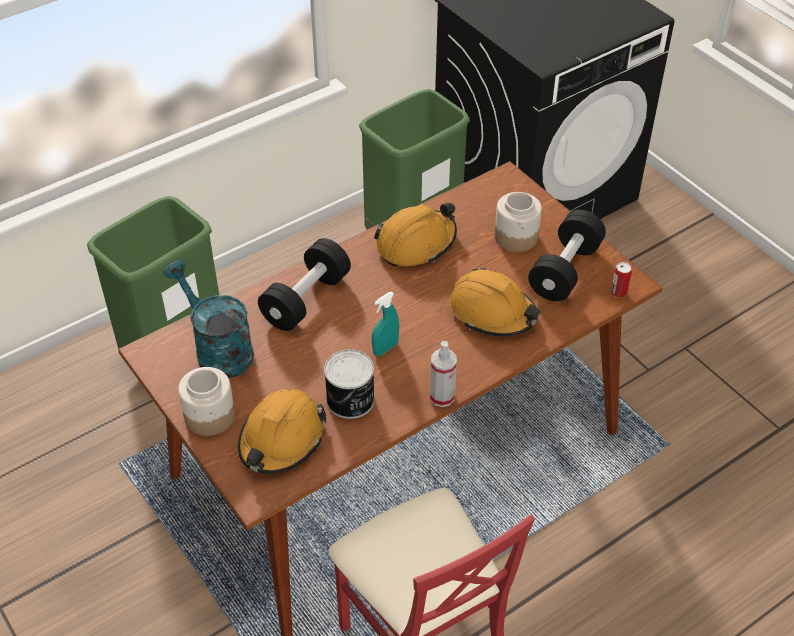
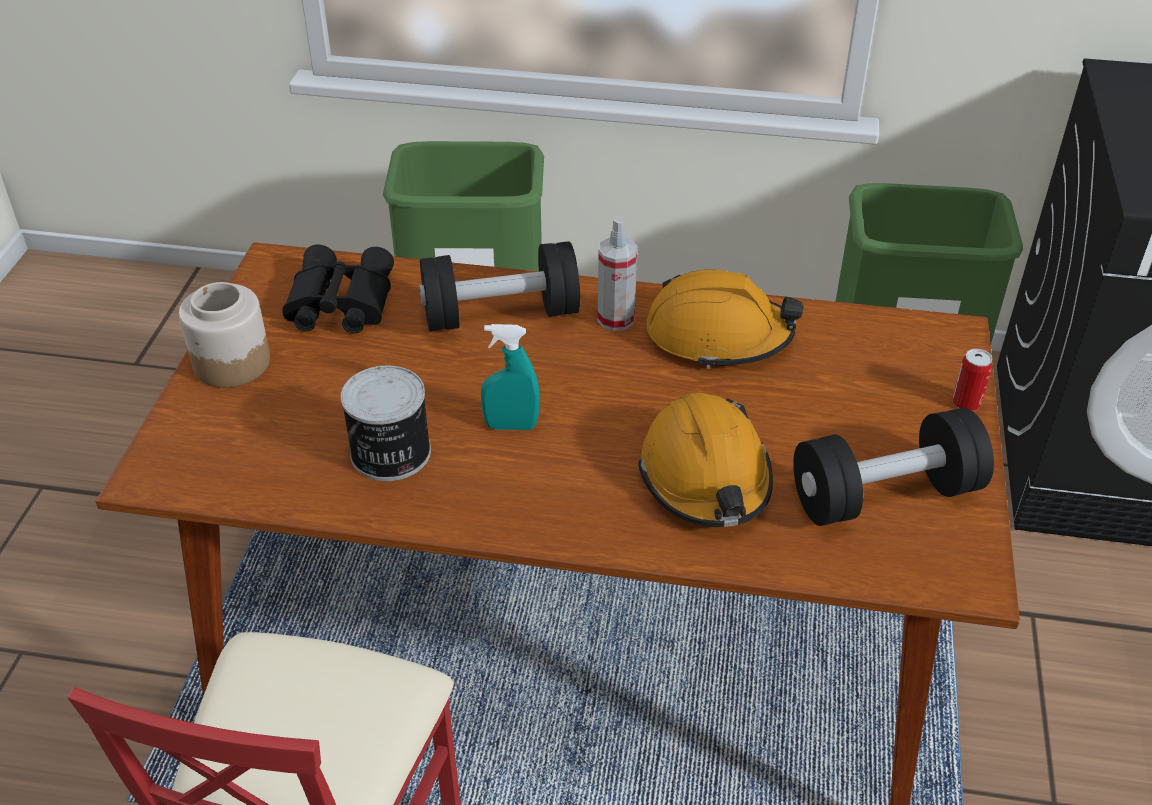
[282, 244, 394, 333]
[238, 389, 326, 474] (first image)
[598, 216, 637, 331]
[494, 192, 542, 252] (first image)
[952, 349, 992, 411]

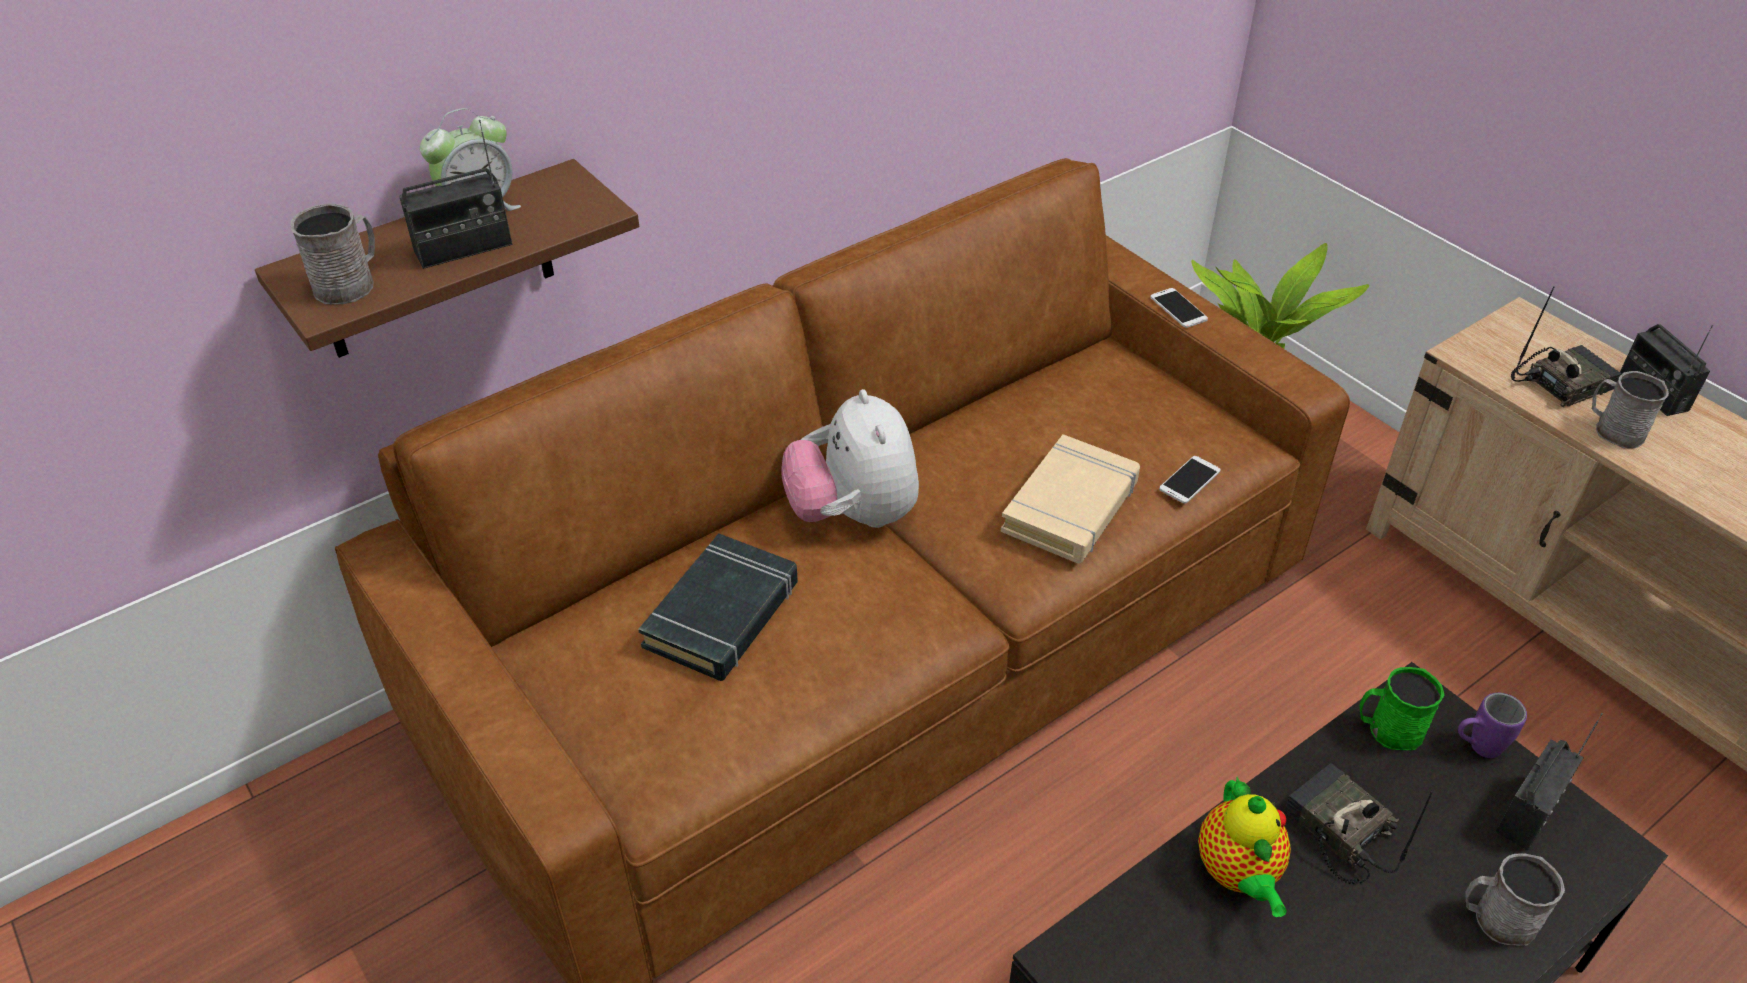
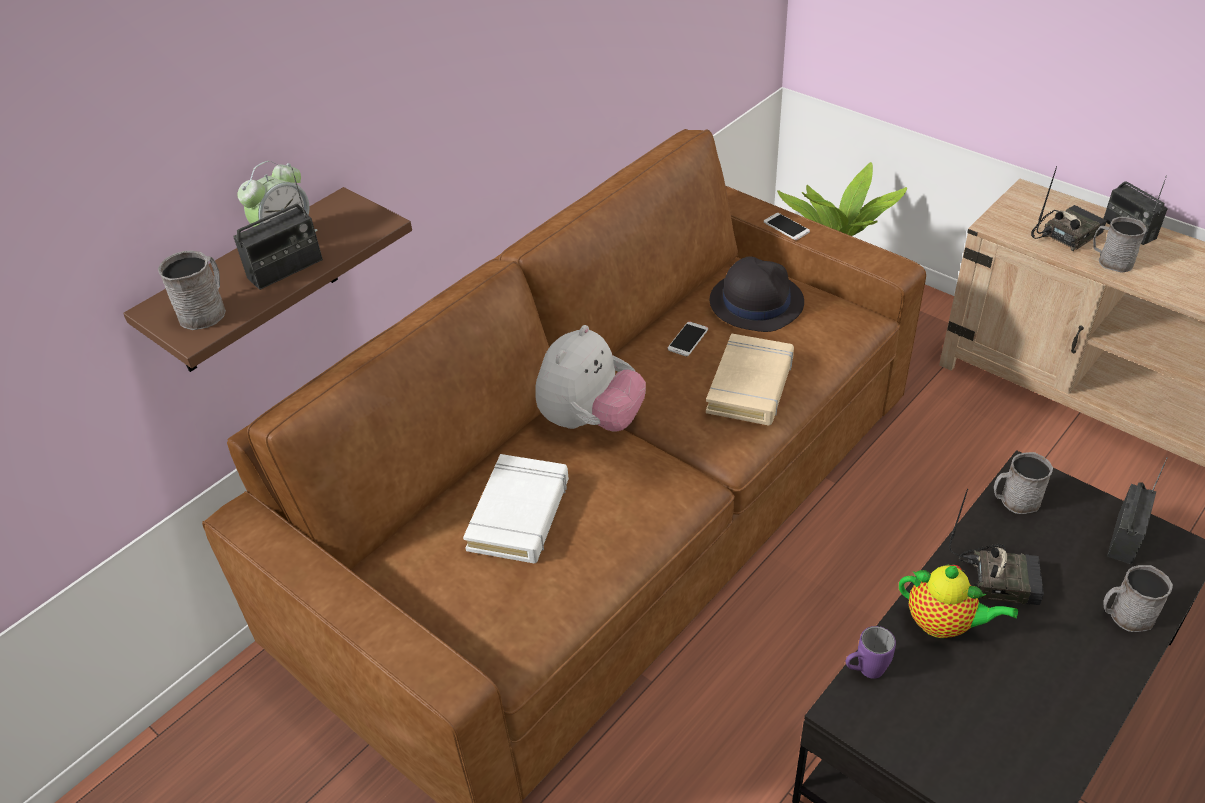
[463, 454, 569, 563]
[535, 325, 646, 432]
[667, 322, 708, 356]
[899, 564, 1018, 638]
[949, 489, 1044, 605]
[994, 452, 1053, 514]
[846, 626, 896, 679]
[710, 256, 804, 332]

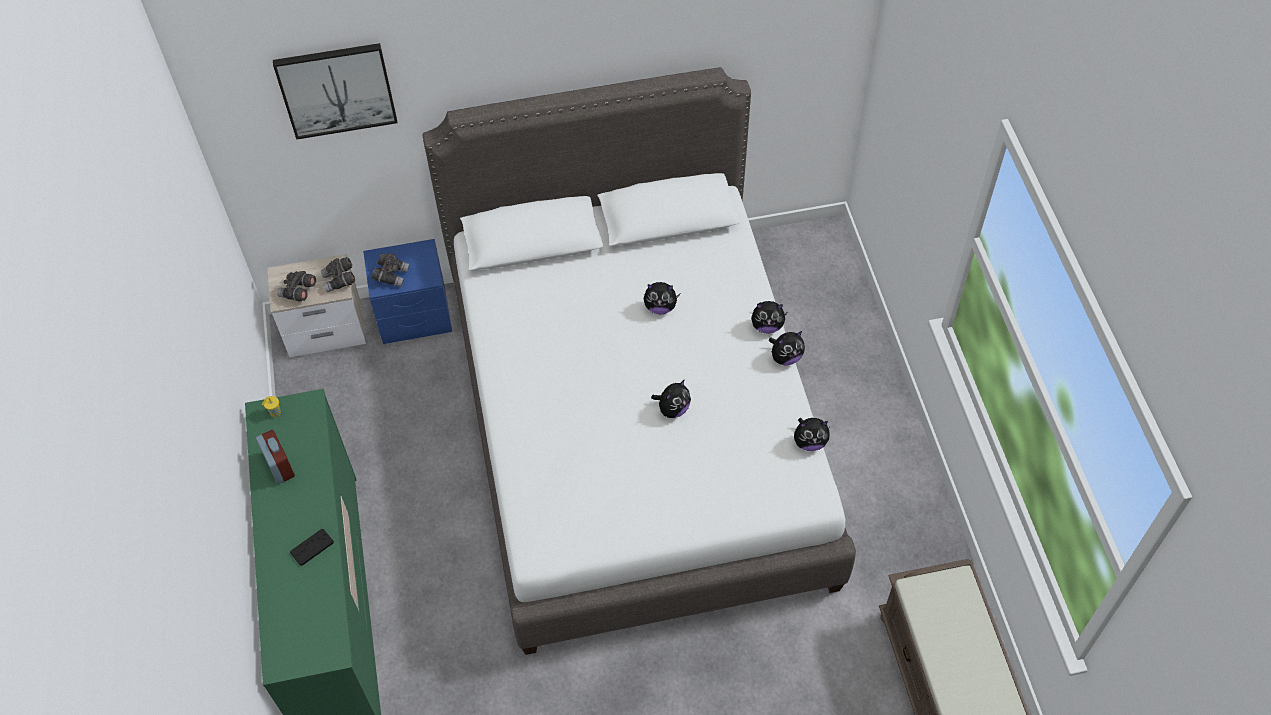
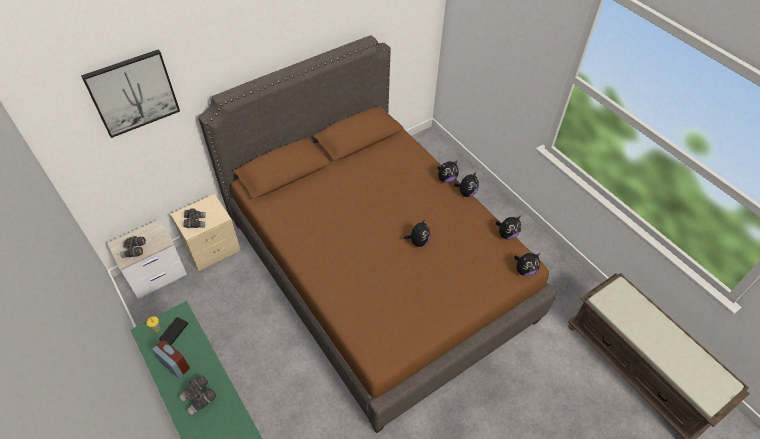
[159, 317, 188, 345]
[179, 376, 216, 415]
[171, 194, 240, 271]
[198, 35, 557, 433]
[514, 253, 540, 276]

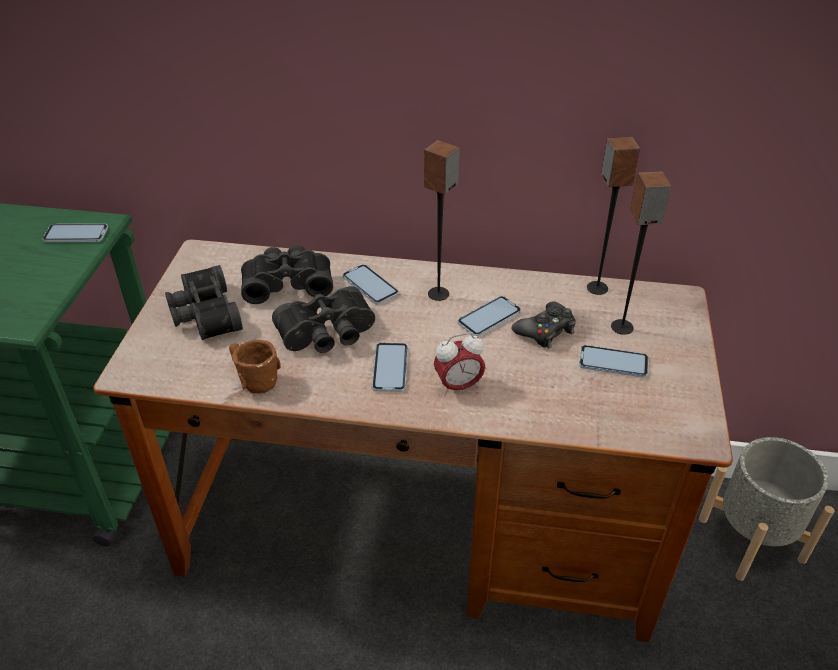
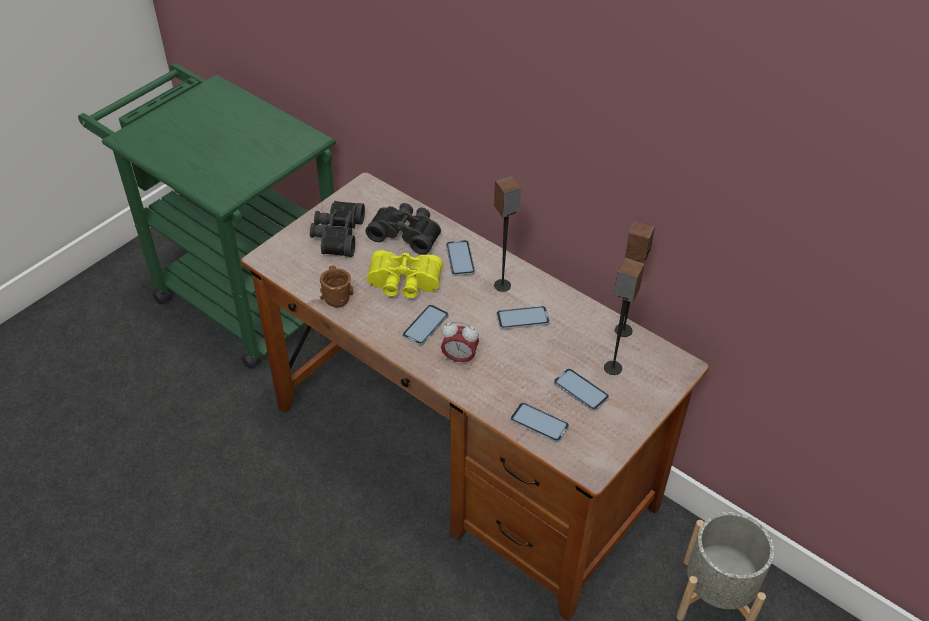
[510, 402, 569, 443]
[367, 250, 443, 298]
[512, 301, 576, 348] (first image)

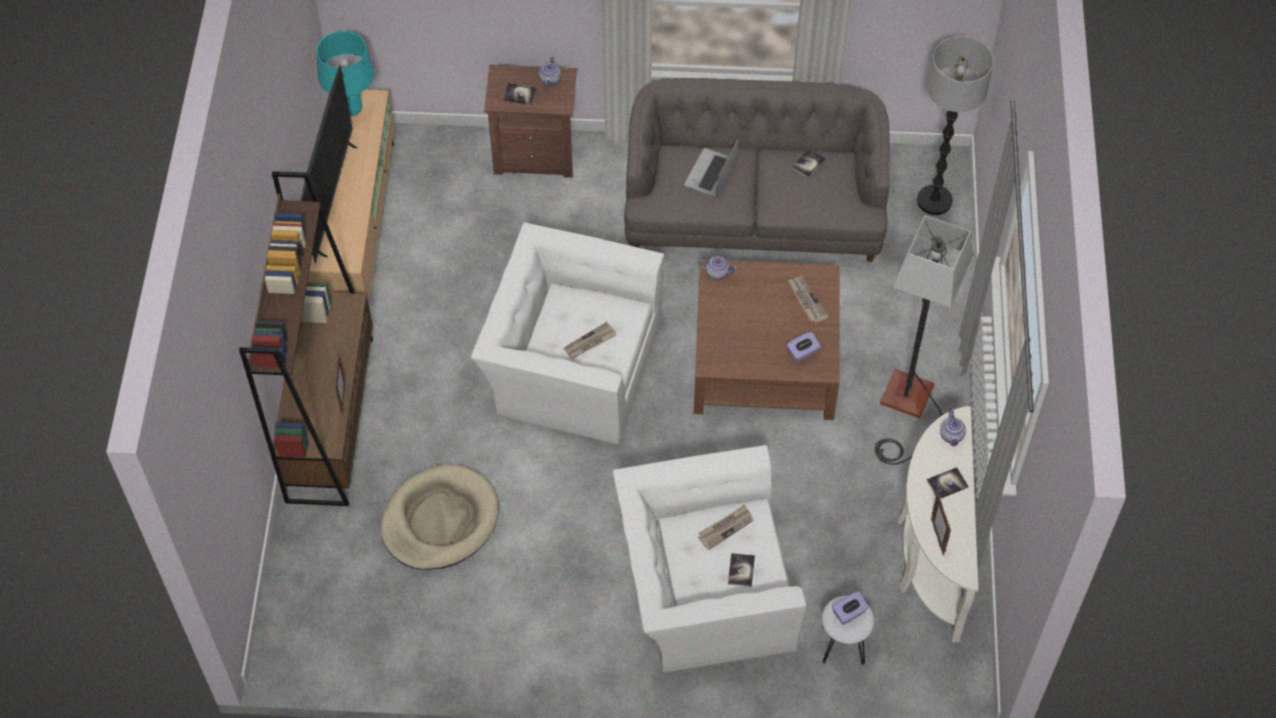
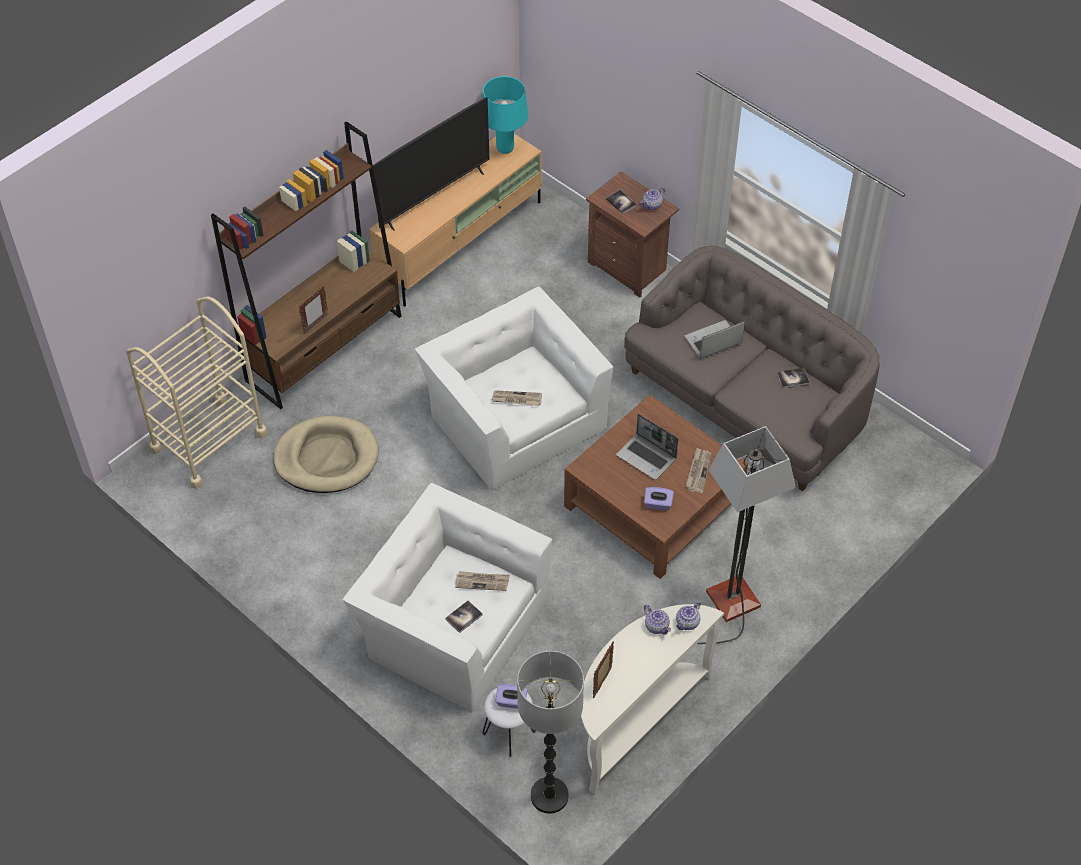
[644, 605, 671, 635]
[517, 651, 584, 814]
[927, 467, 969, 499] (first image)
[126, 296, 268, 489]
[616, 414, 678, 480]

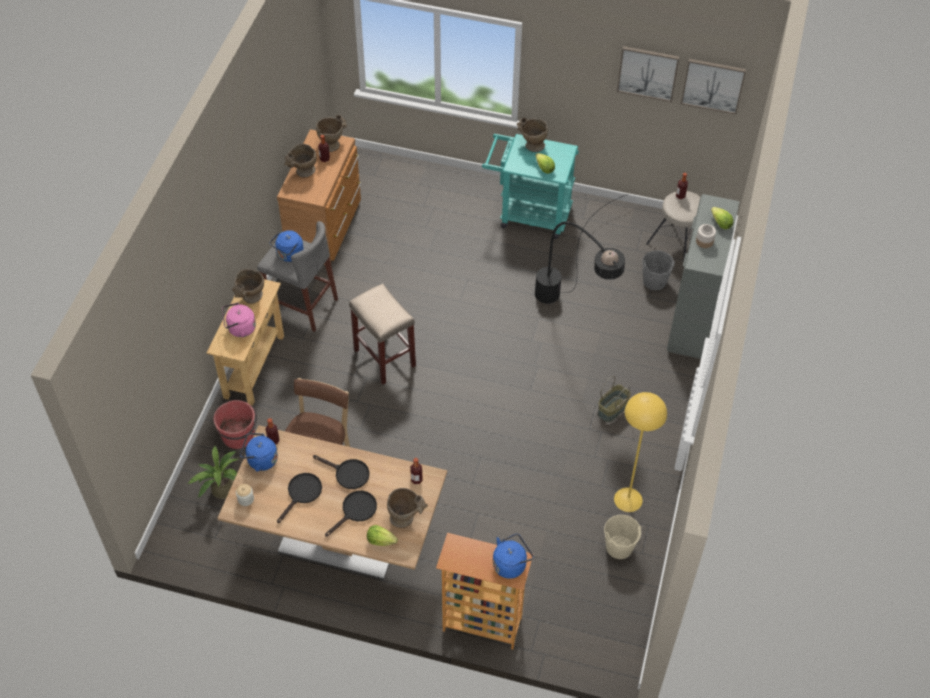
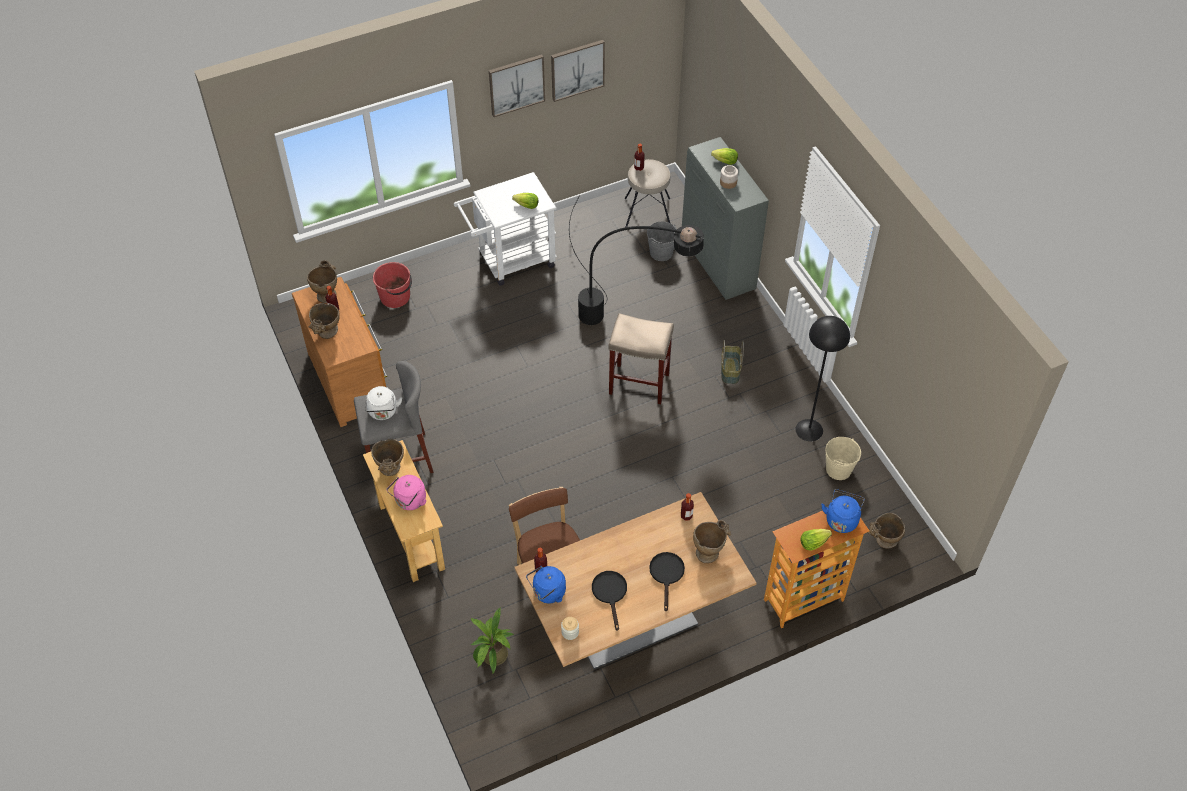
[373, 262, 412, 308]
[365, 386, 402, 420]
[313, 455, 369, 489] (first image)
[608, 313, 674, 404]
[801, 529, 832, 550]
[454, 172, 557, 286]
[867, 513, 905, 549]
[796, 316, 850, 442]
[489, 54, 545, 117]

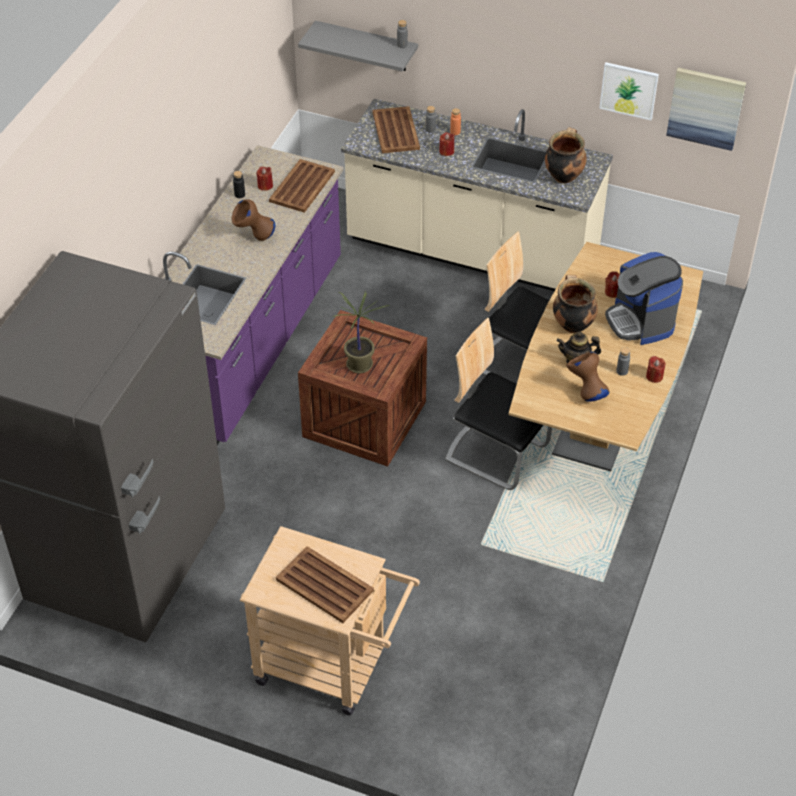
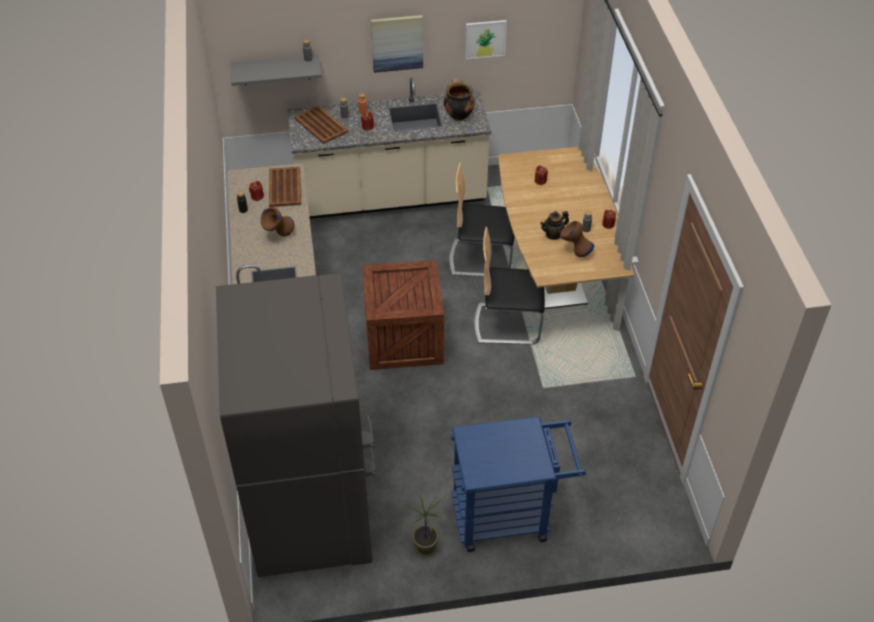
[451, 417, 586, 552]
[276, 546, 374, 623] (first image)
[398, 493, 447, 557]
[553, 275, 598, 333] (first image)
[605, 252, 683, 345] (first image)
[371, 15, 423, 73]

